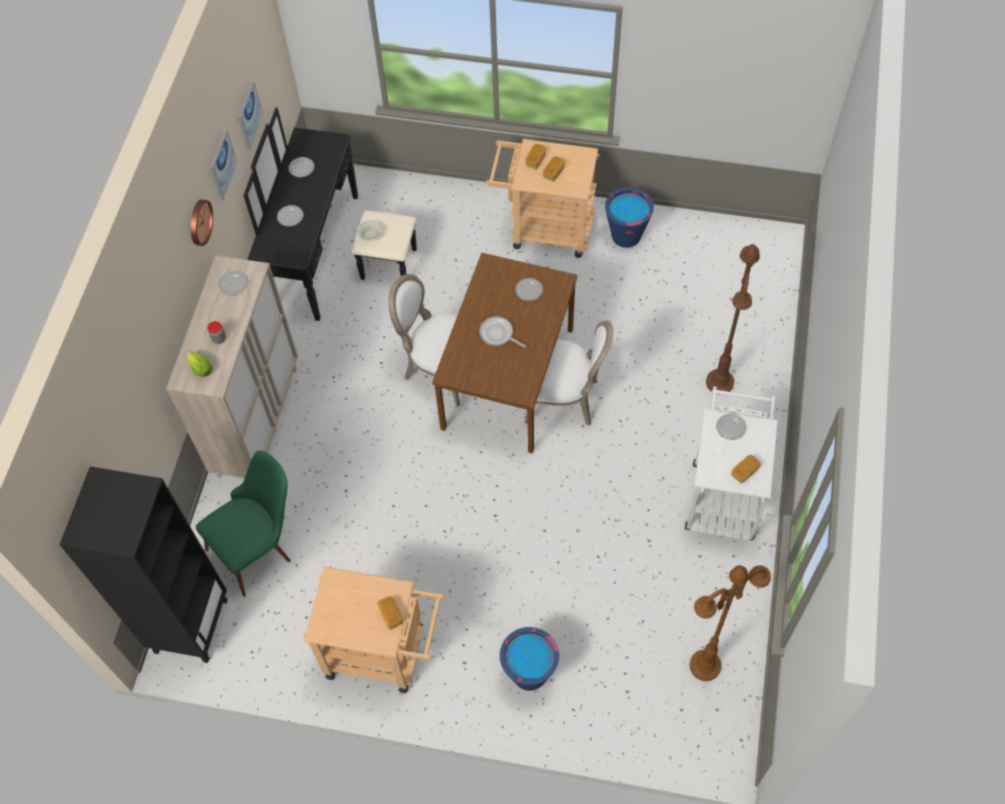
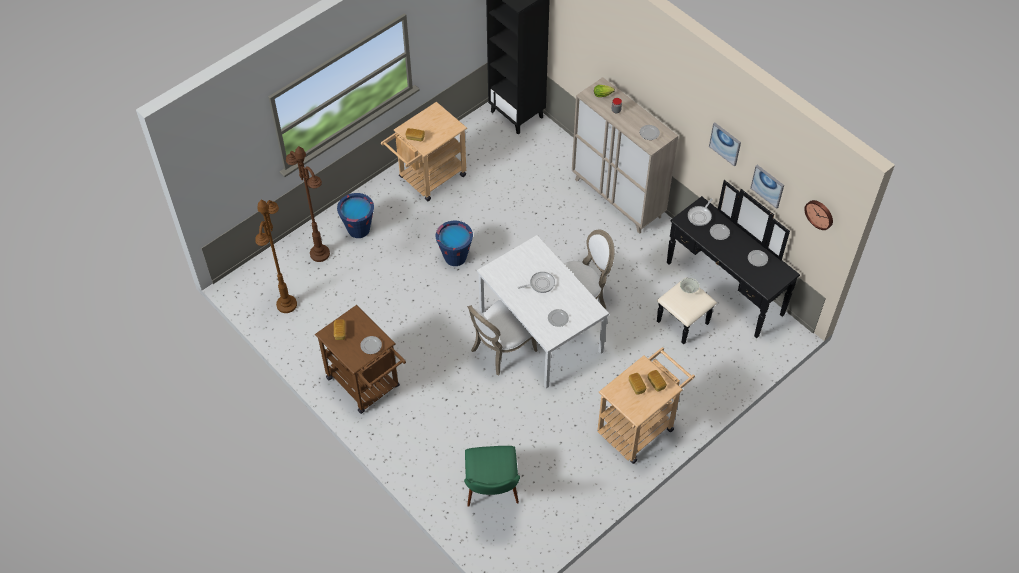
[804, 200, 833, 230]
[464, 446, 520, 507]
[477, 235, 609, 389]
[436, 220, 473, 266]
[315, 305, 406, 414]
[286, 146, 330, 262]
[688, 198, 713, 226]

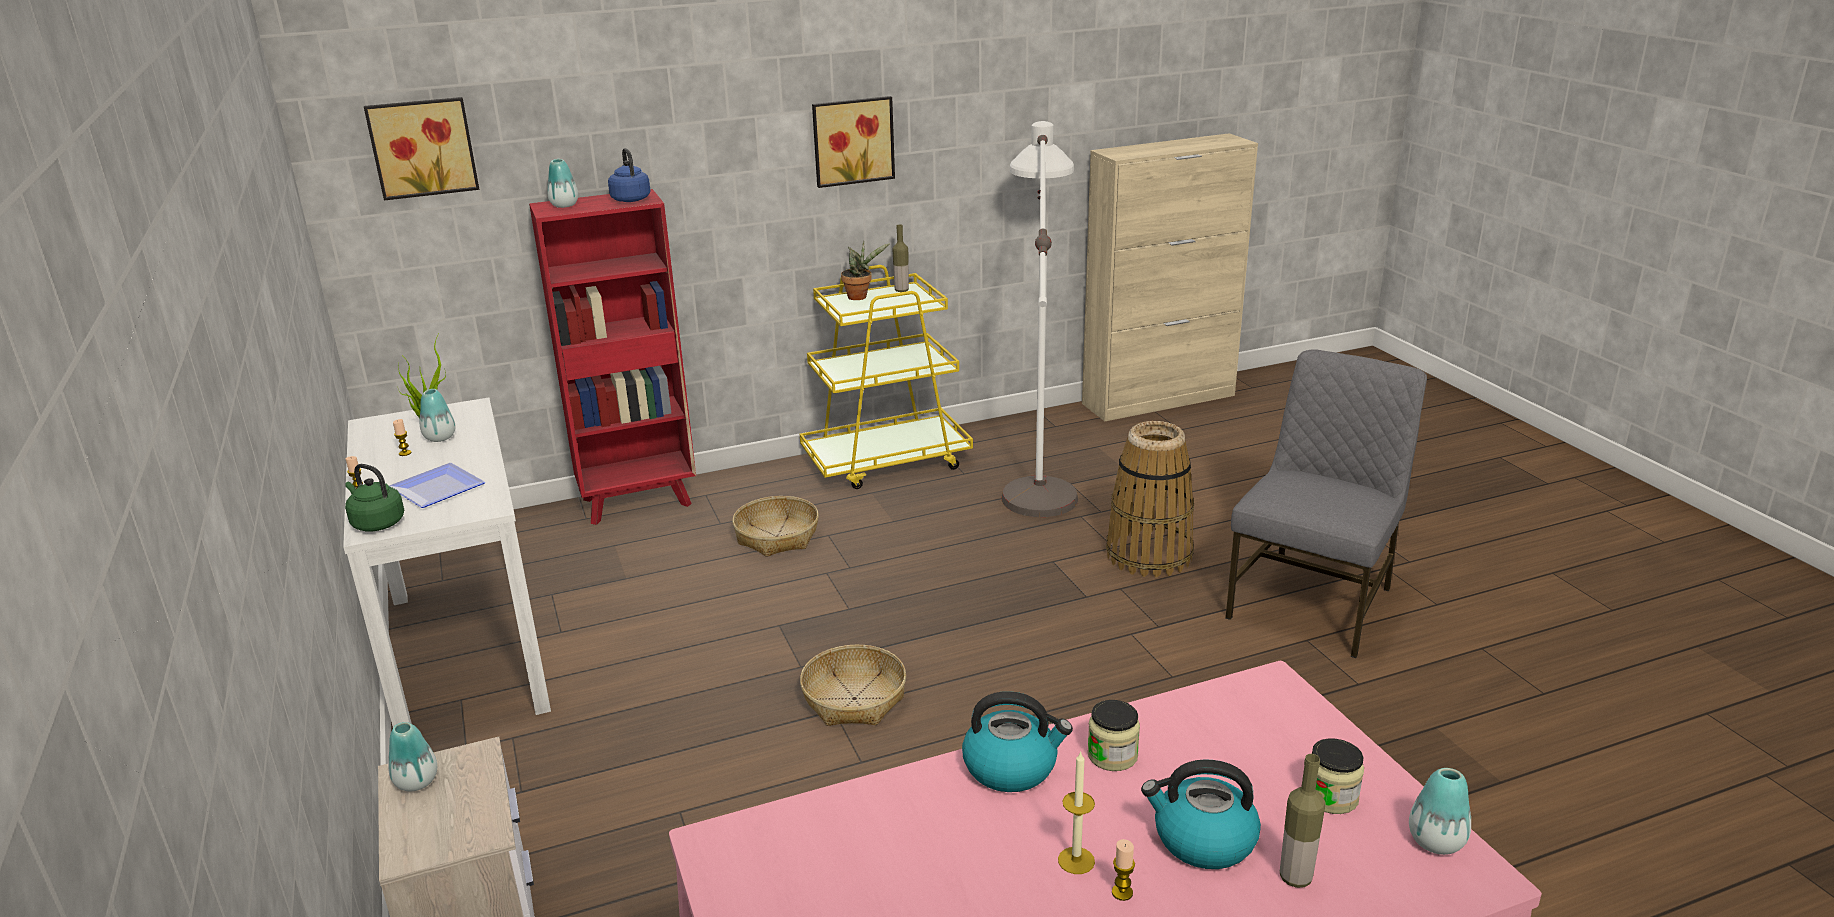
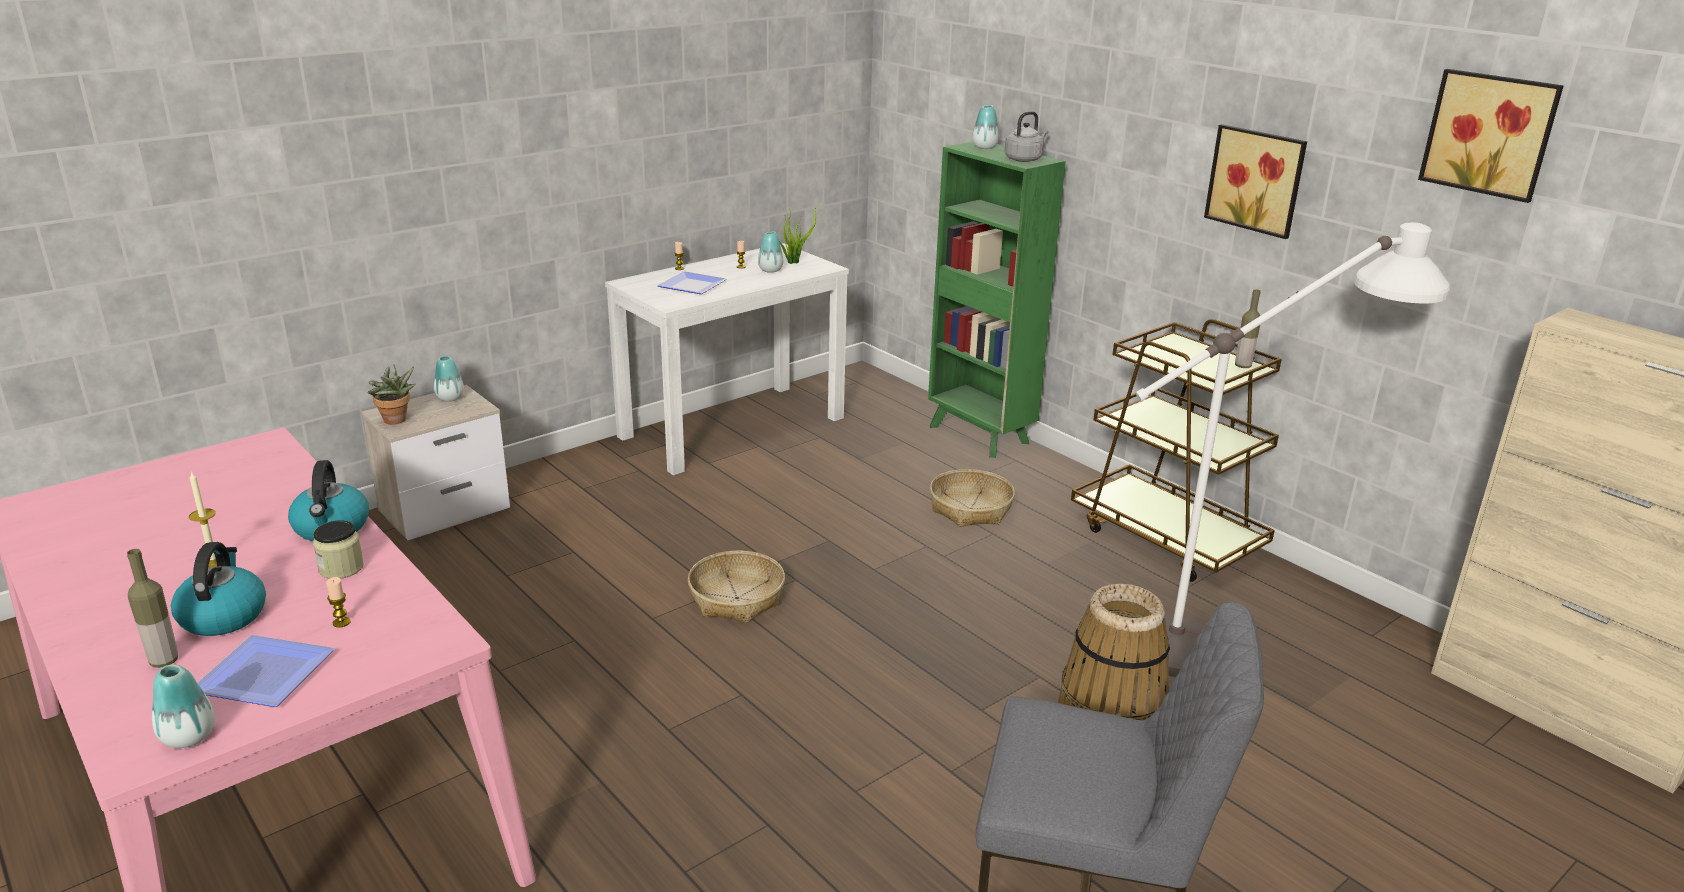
[345, 464, 404, 531] (first image)
[1418, 69, 1564, 203]
[928, 142, 1066, 458]
[1005, 111, 1048, 162]
[1071, 319, 1282, 582]
[368, 364, 416, 424]
[326, 577, 351, 628]
[197, 635, 335, 707]

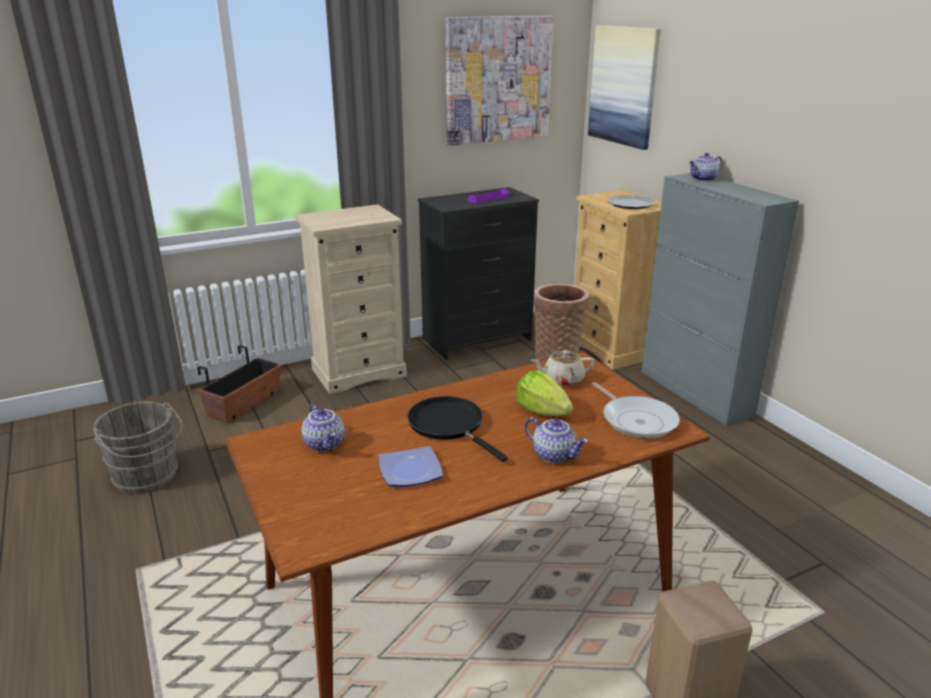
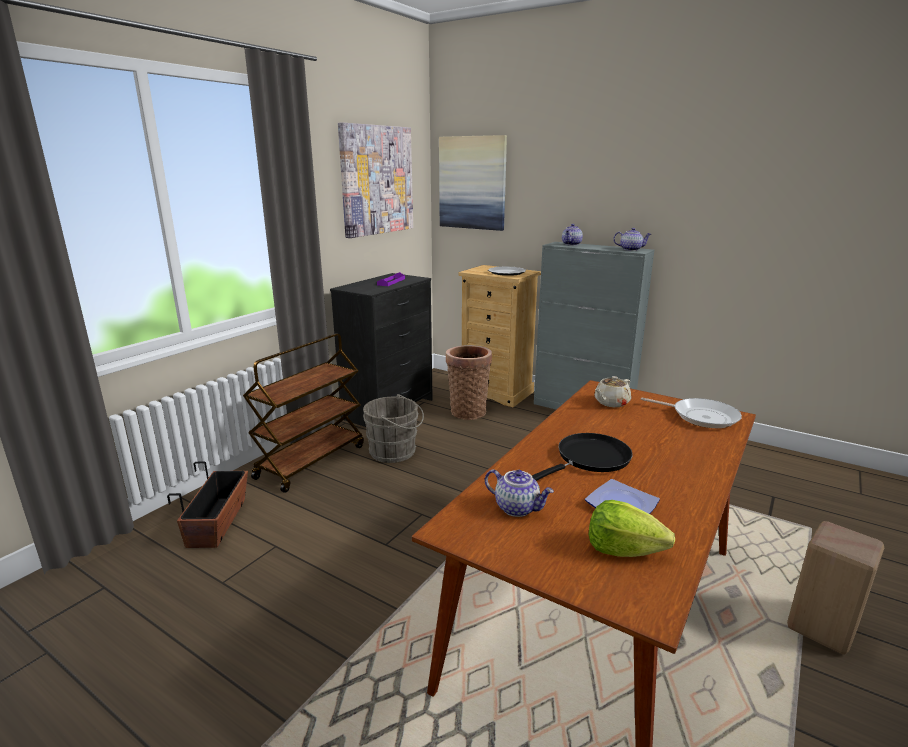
[363, 394, 424, 463]
[243, 333, 364, 493]
[532, 433, 633, 481]
[589, 500, 675, 557]
[613, 228, 651, 251]

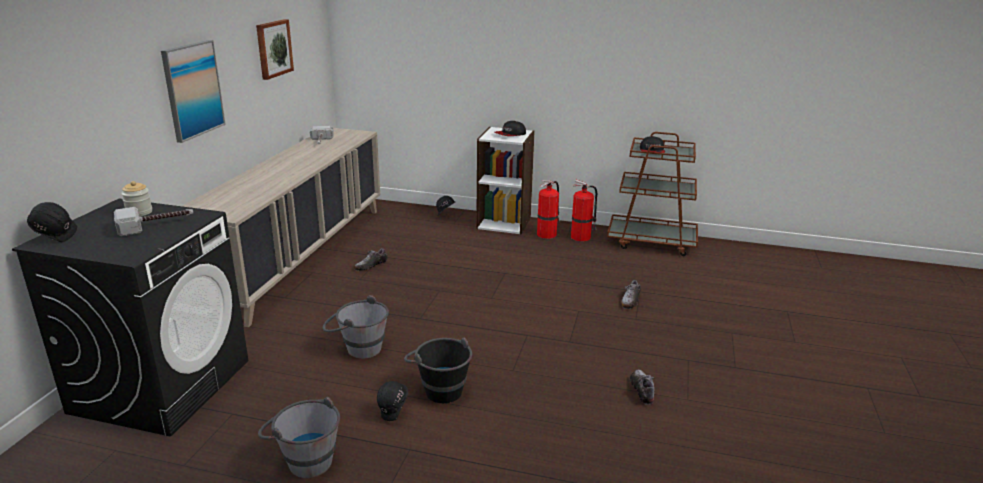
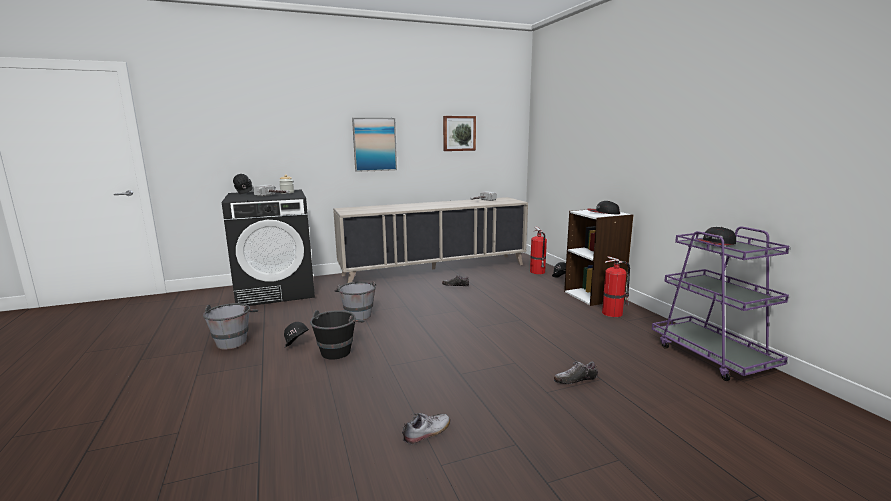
[530, 227, 547, 274]
[652, 226, 789, 381]

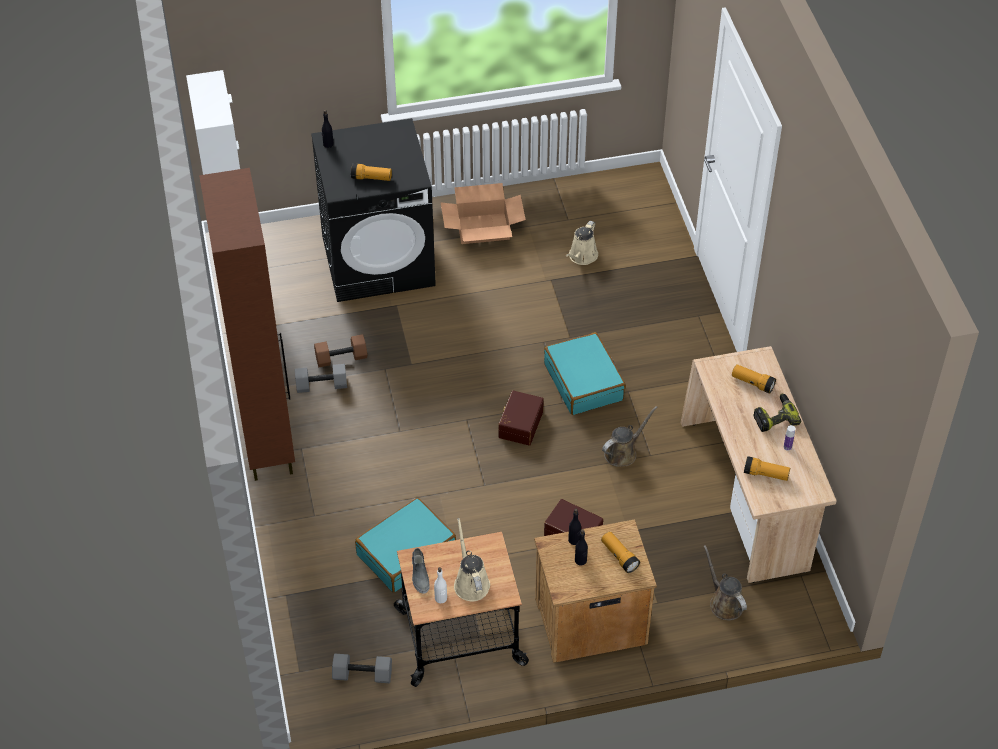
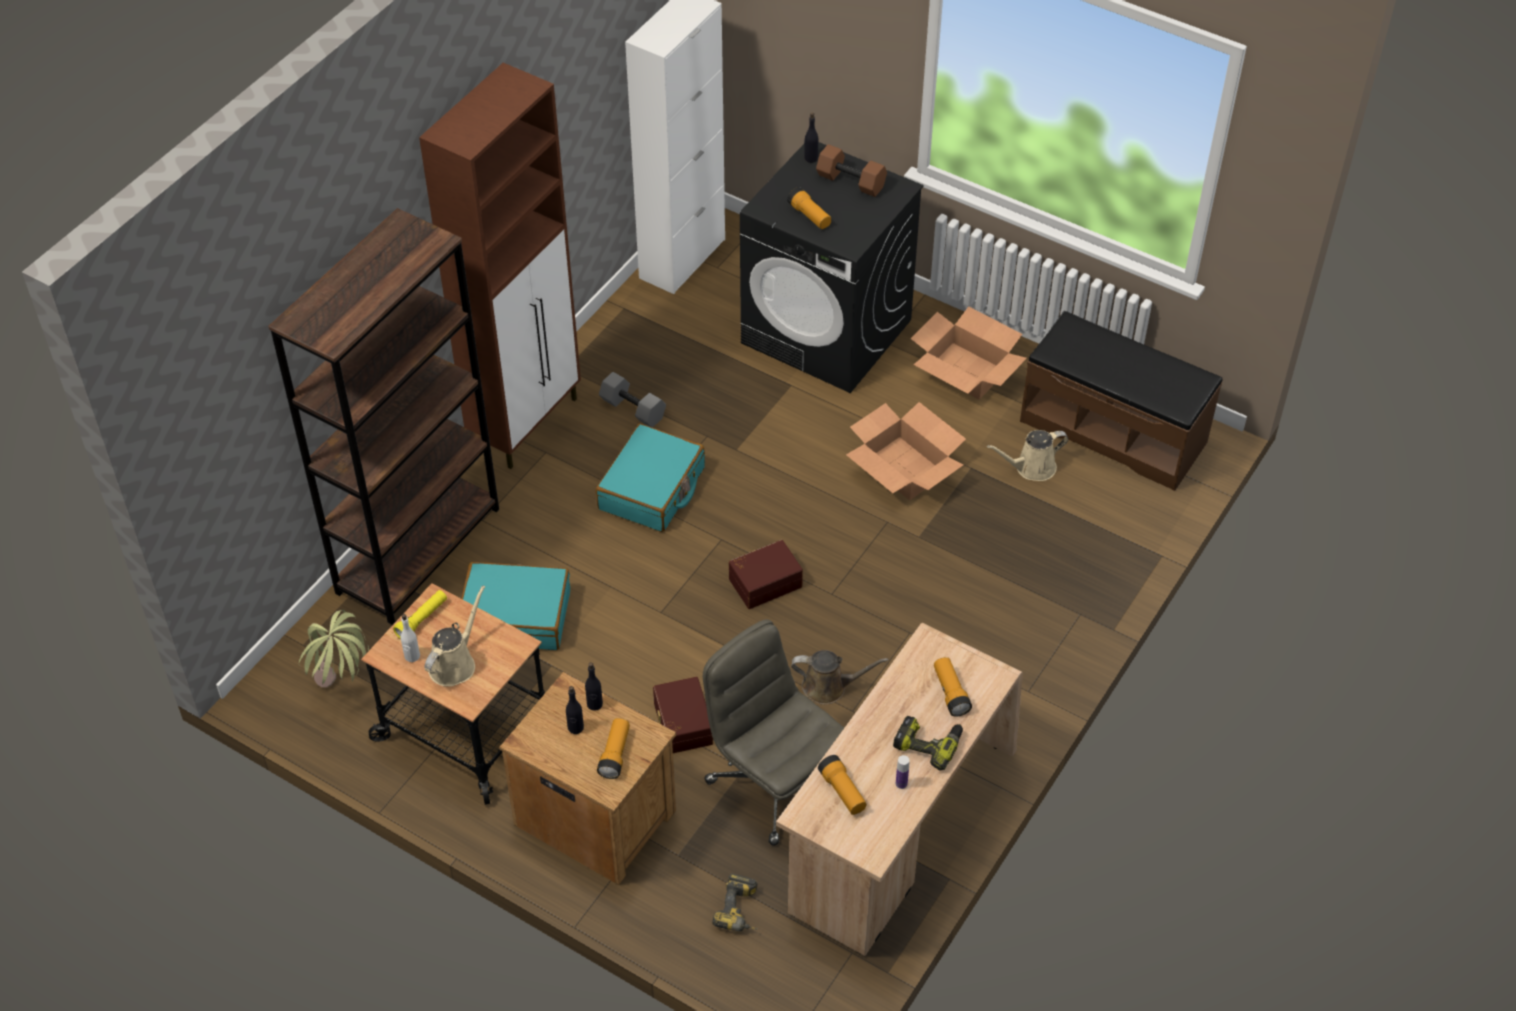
[816, 144, 887, 197]
[299, 610, 369, 688]
[393, 590, 447, 639]
[596, 424, 705, 532]
[712, 873, 757, 931]
[268, 208, 499, 625]
[703, 619, 844, 846]
[846, 402, 966, 500]
[1020, 311, 1223, 491]

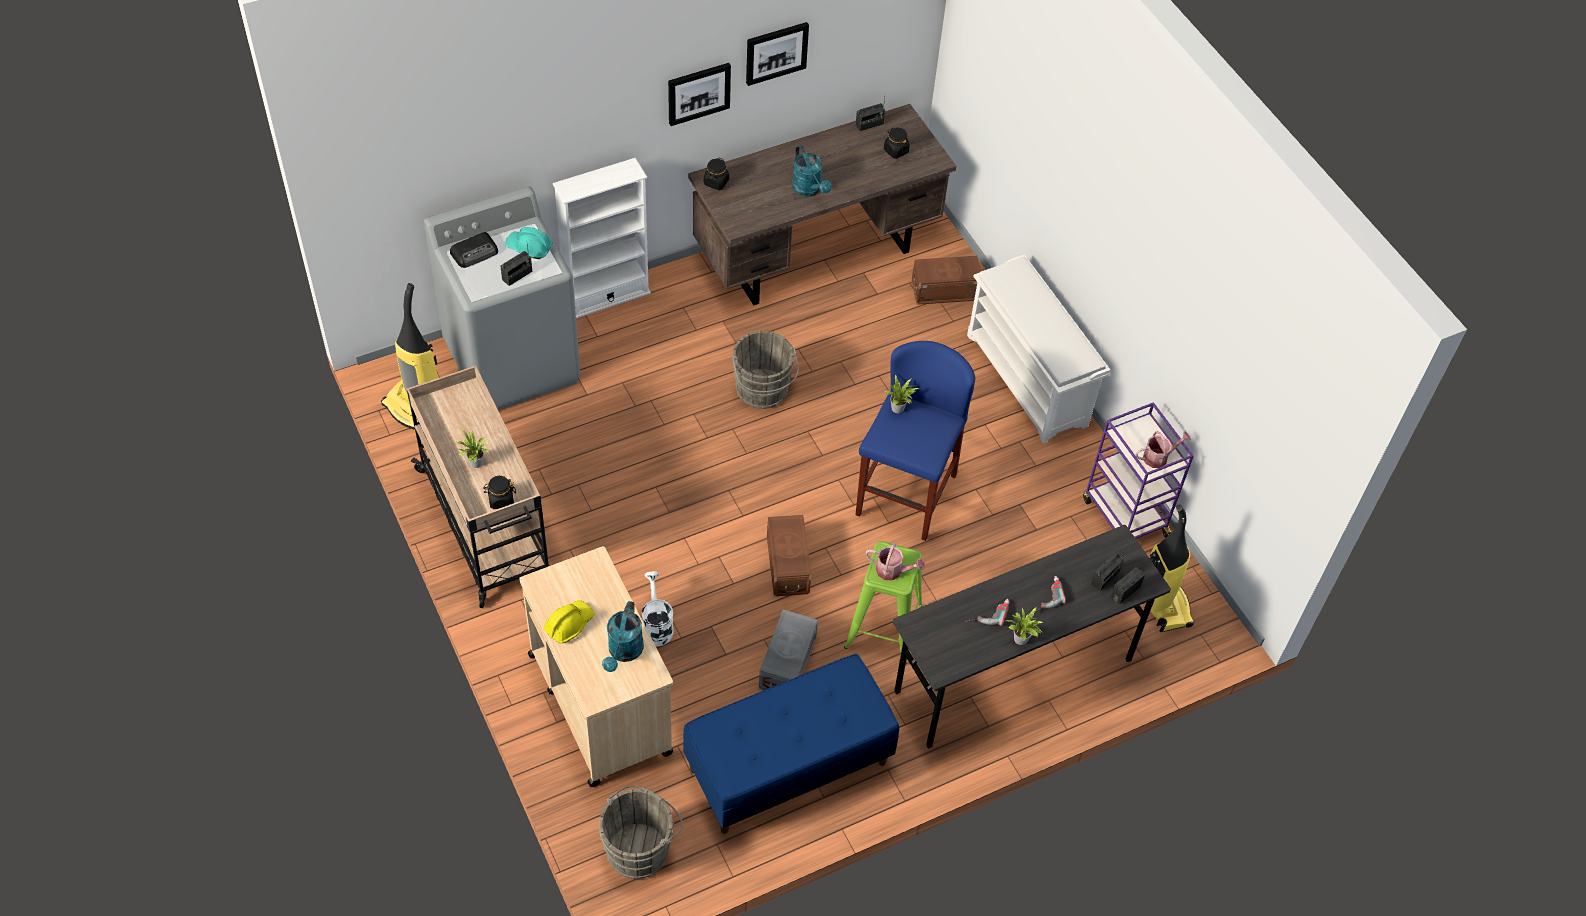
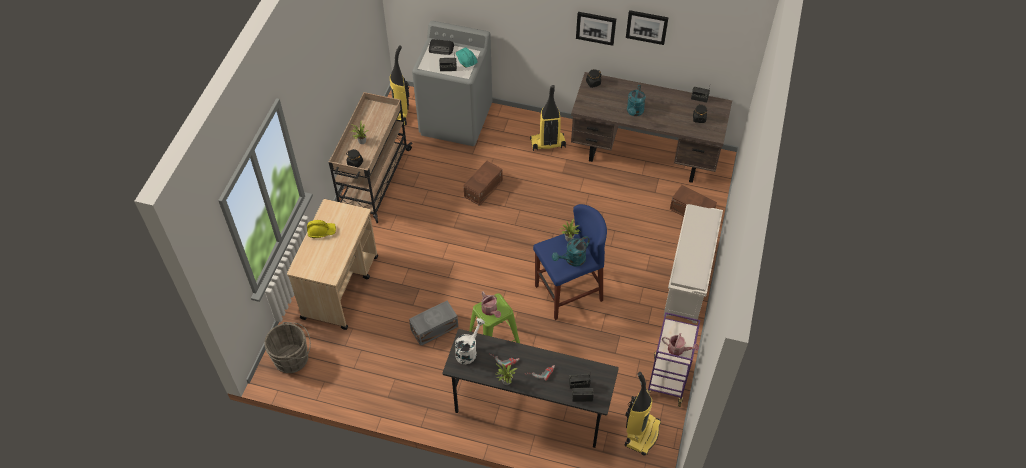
[553, 158, 651, 318] (first image)
[552, 236, 590, 267]
[455, 318, 485, 364]
[683, 654, 899, 834] (first image)
[732, 331, 799, 409] (first image)
[463, 161, 503, 206]
[530, 85, 566, 151]

